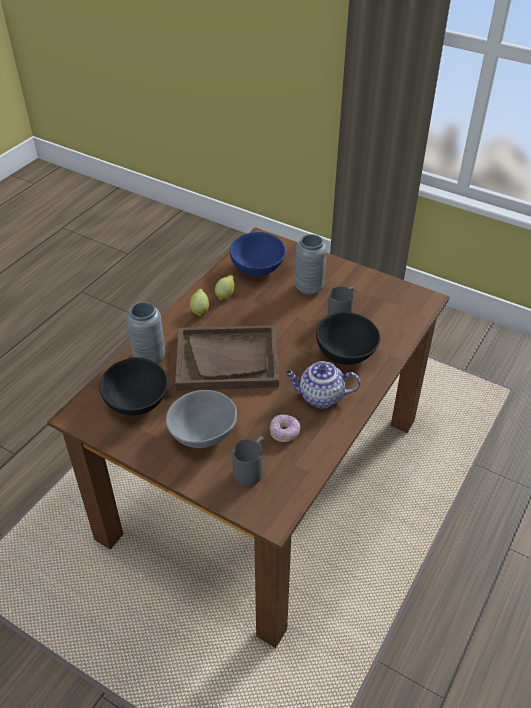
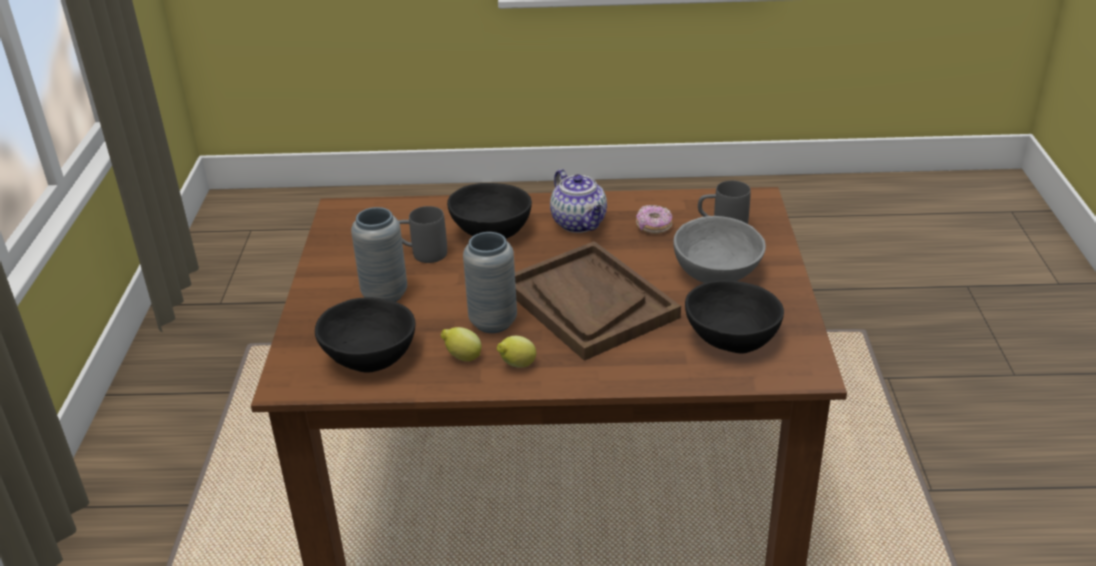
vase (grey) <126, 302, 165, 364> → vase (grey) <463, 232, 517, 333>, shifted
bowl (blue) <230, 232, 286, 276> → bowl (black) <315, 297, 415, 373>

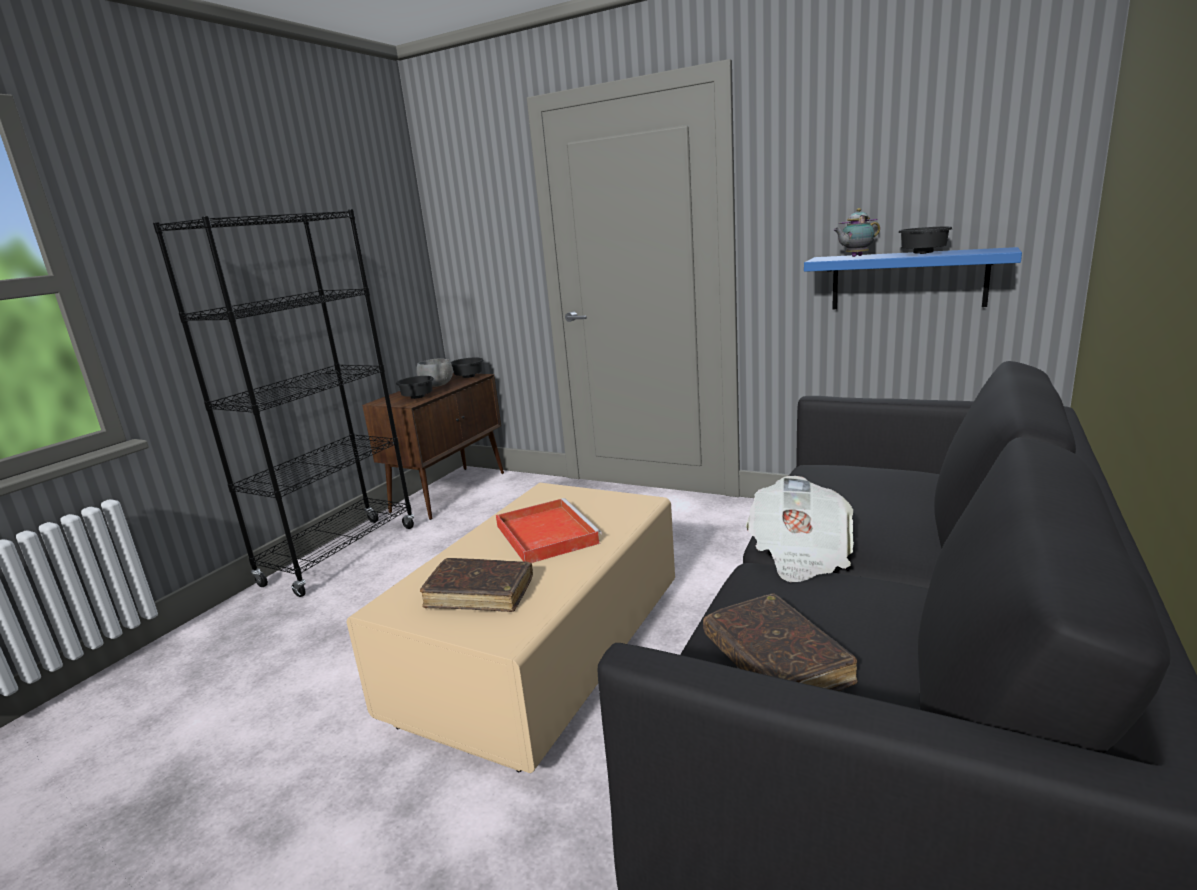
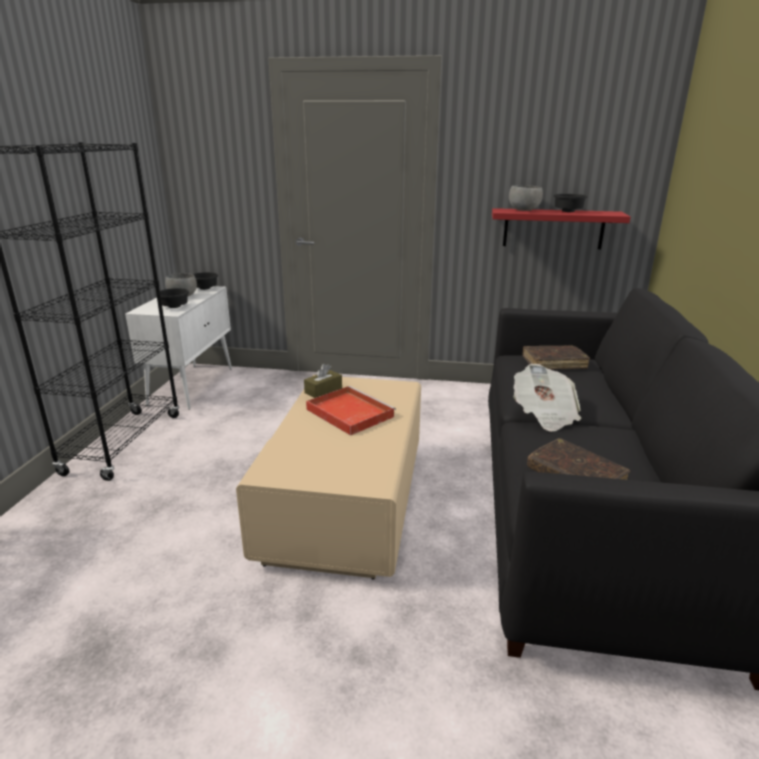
- → tissue box (brown) <304, 364, 342, 398>
book (brown) <420, 558, 533, 612> → book (brown) <523, 345, 590, 370>, shifted
teapot <833, 208, 880, 257> → bowl (grey) <509, 185, 543, 211>
cabinet (brown) <362, 373, 504, 520> → cabinet (white) <125, 286, 232, 410>
shelf (blue) <804, 247, 1022, 309> → shelf (red) <492, 208, 631, 249>

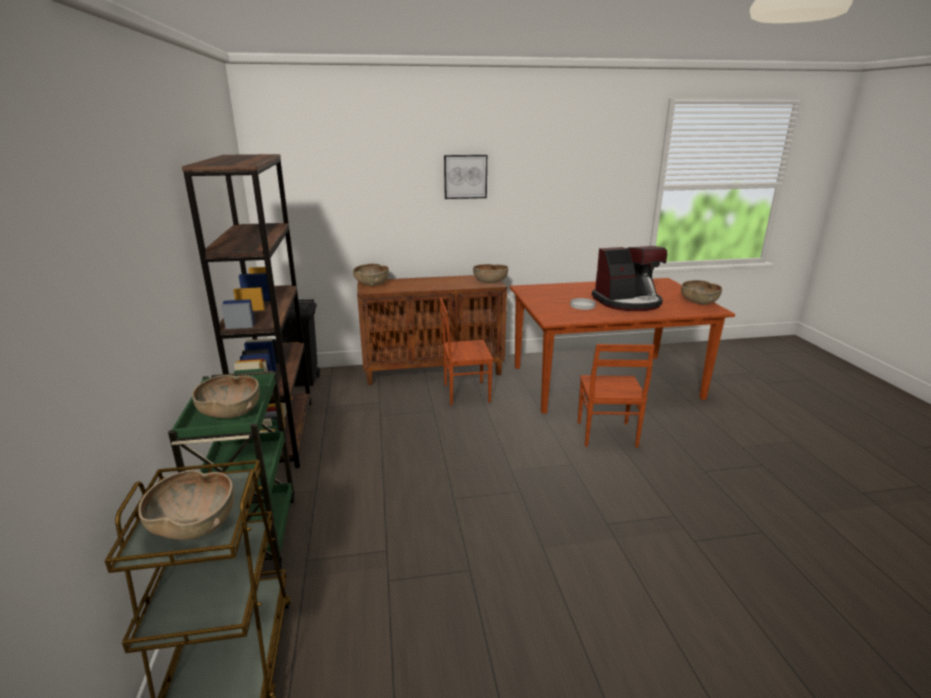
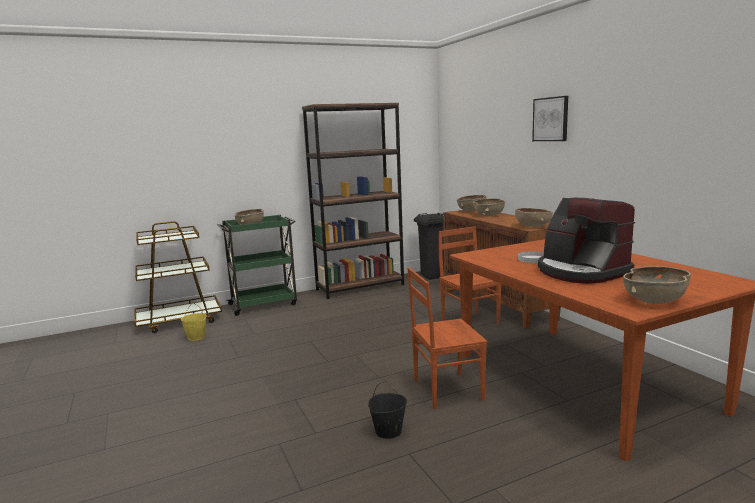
- → bucket (yellow) <181, 303, 206, 341>
- → bucket (black) <368, 381, 407, 439>
bowl (brown) <138, 470, 234, 540> → bowl (brown) <473, 198, 505, 217>, shifted

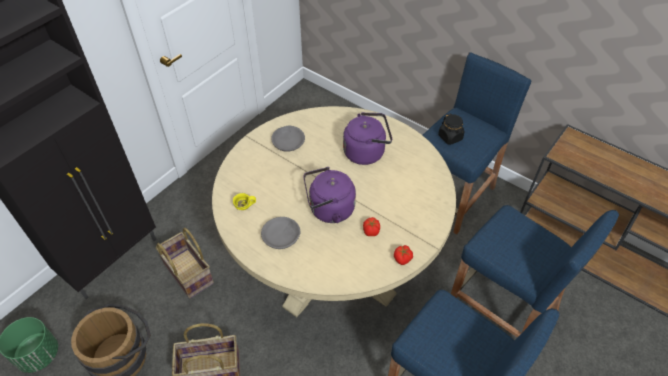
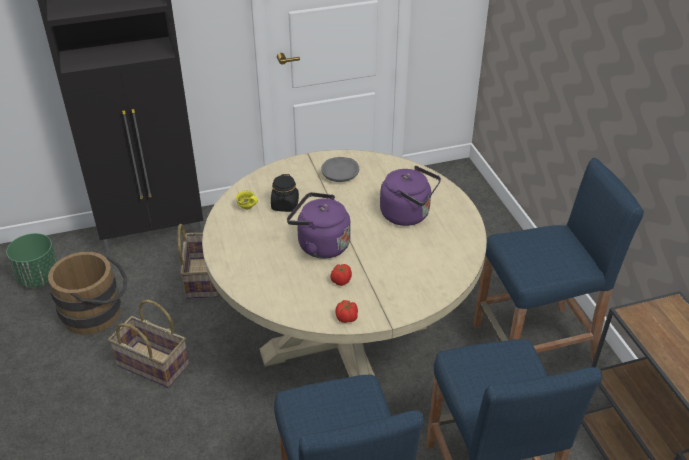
bowl (grey) <261, 217, 300, 249> → -
jar (black) <438, 114, 464, 145> → jar (black) <271, 174, 299, 212>, shifted

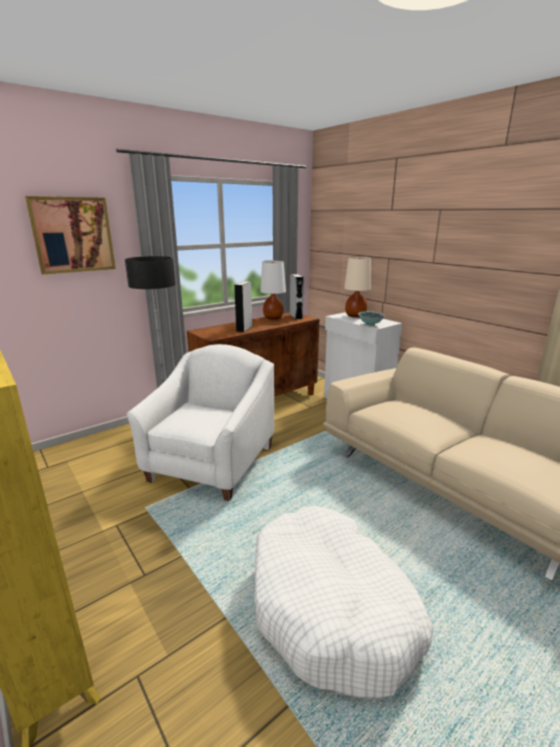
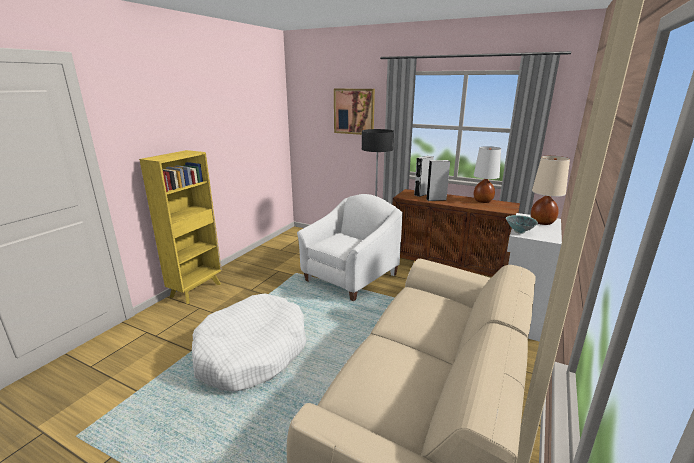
speaker (grey) <290, 274, 303, 319> → speaker (grey) <414, 156, 434, 197>, shifted
armchair (white) <126, 344, 274, 501> → armchair (white) <297, 194, 403, 301>, 45 degrees counterclockwise

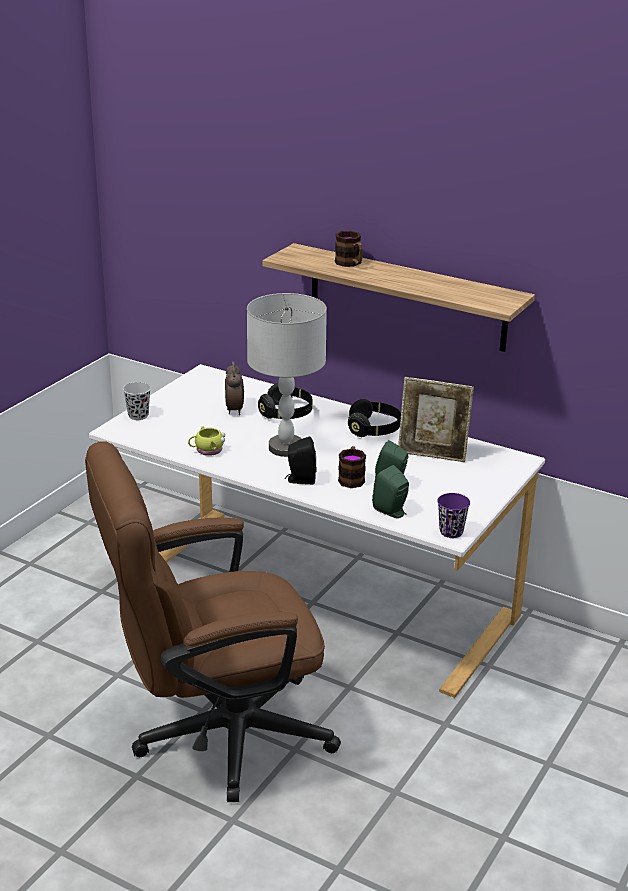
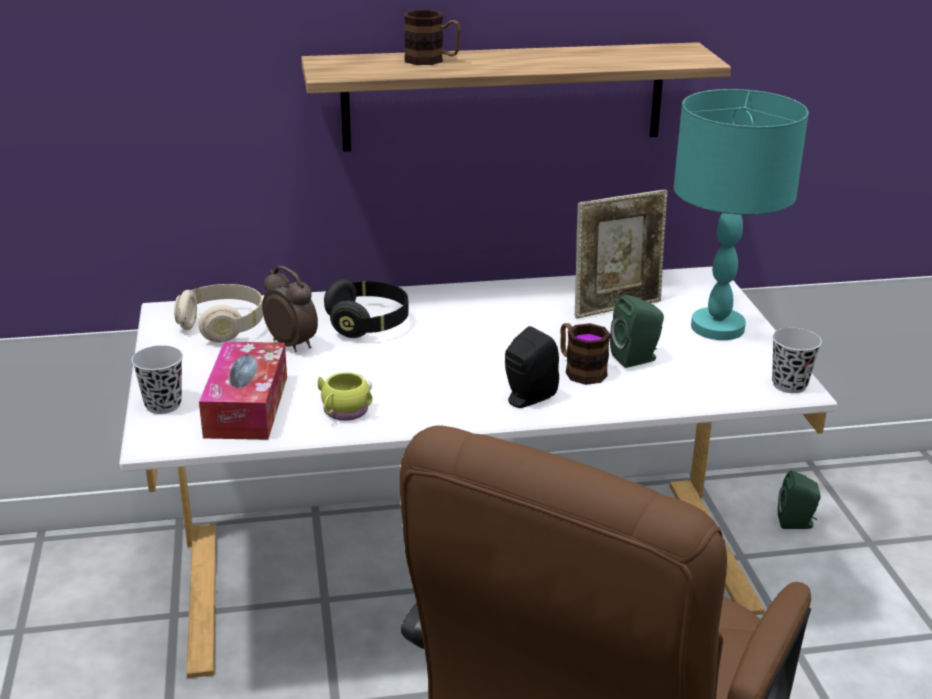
table lamp (grey) <247, 293, 327, 457> → -
headphones (black) <348, 399, 401, 437> → -
- → headphones (beige) <174, 284, 263, 343>
- → tissue box <199, 342, 287, 440>
- → table lamp (turquoise) <673, 89, 809, 340>
speaker (green) <372, 465, 409, 518> → speaker (green) <778, 470, 821, 529>, shifted
cup (purple) <437, 493, 470, 538> → cup (black) <772, 327, 822, 393>

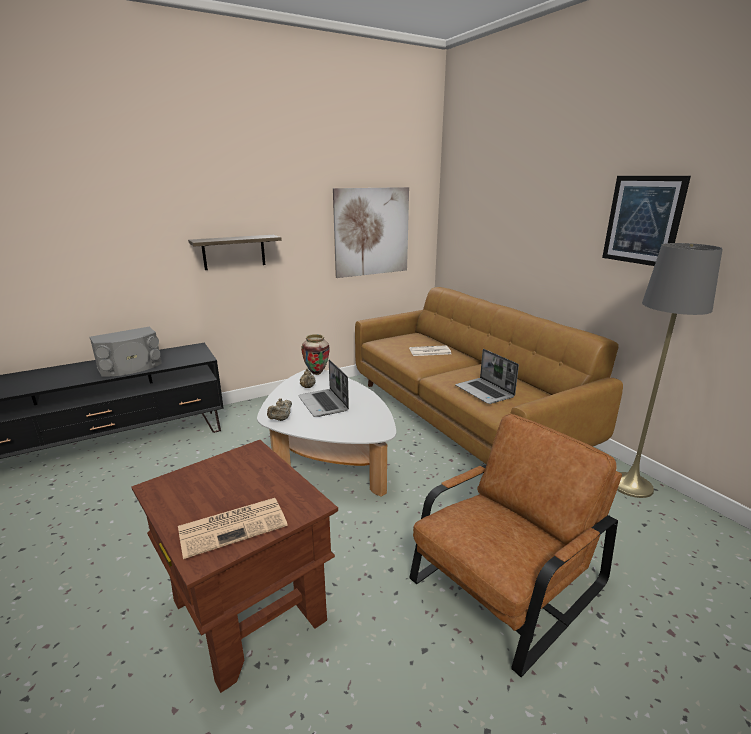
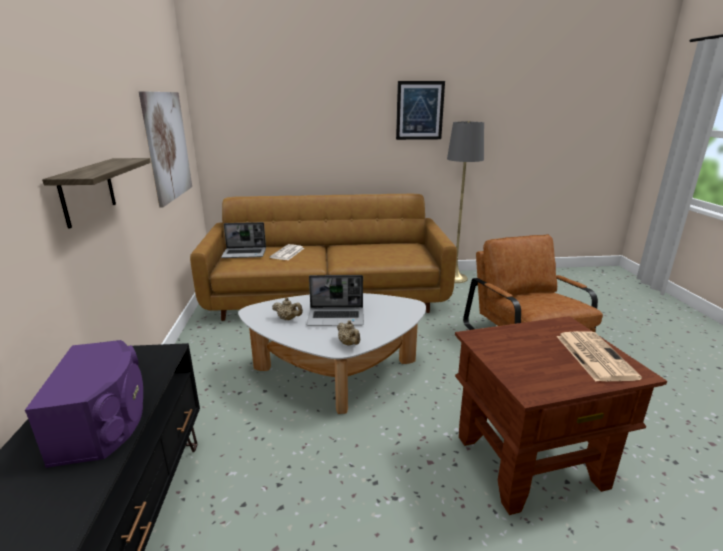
vase <301, 334, 330, 375> → -
laptop <455, 349, 519, 404> → laptop <221, 222, 266, 258>, shifted
speaker (grey) <89, 326, 162, 377> → speaker (purple) <25, 340, 143, 468>

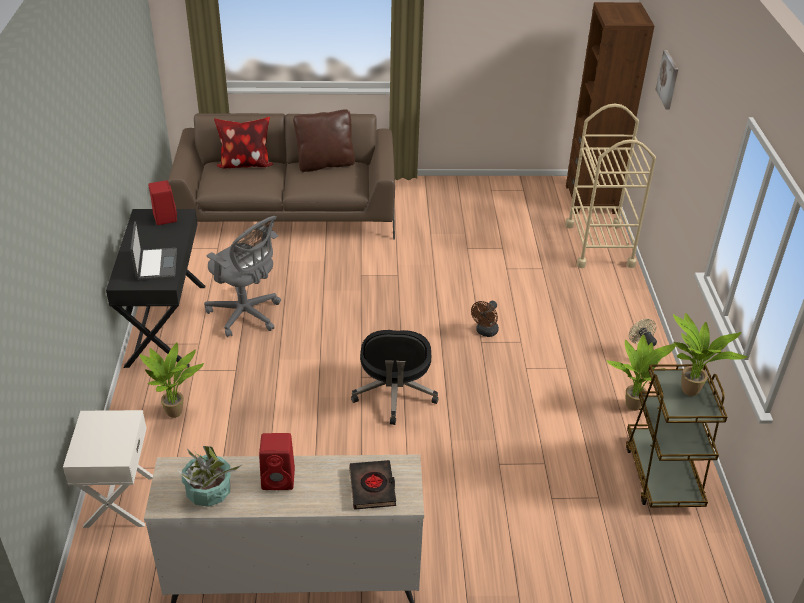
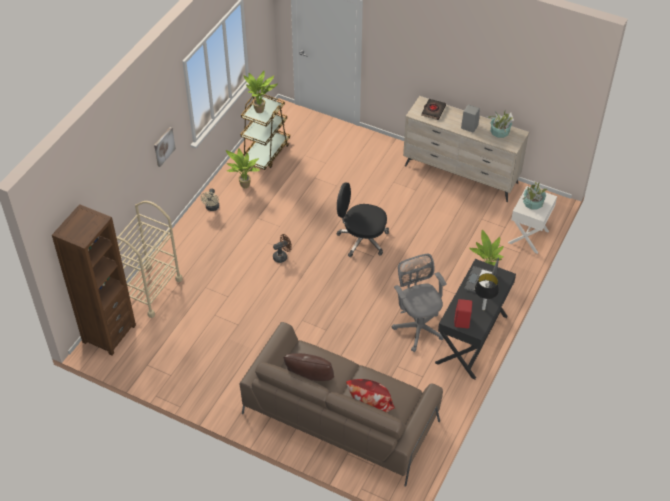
- → table lamp <475, 273, 499, 310>
- → potted plant <522, 180, 548, 210>
picture <655, 50, 679, 110> → picture <154, 127, 176, 167>, shifted
speaker (red) <259, 433, 295, 490> → speaker (grey) <461, 105, 480, 132>
office chair (black) <351, 330, 439, 425> → office chair (black) <336, 182, 389, 257>, 105 degrees counterclockwise

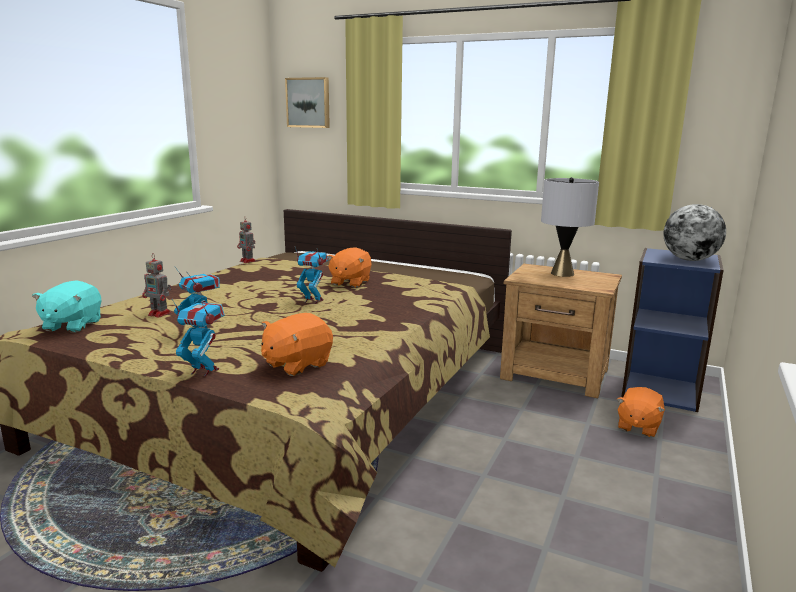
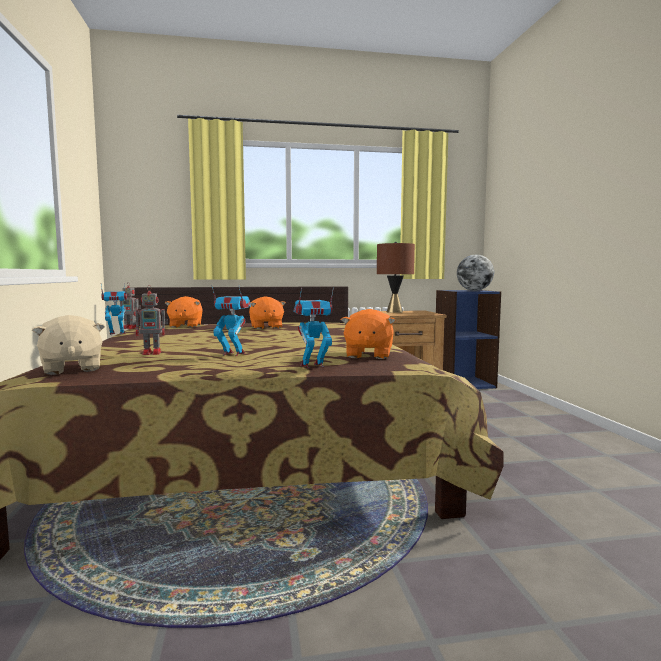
picture <285, 77, 330, 128> → -
toy robot <295, 247, 328, 304> → toy robot <101, 283, 127, 335>, shifted
plush toy (orange) <617, 387, 665, 437> → plush toy (orange) <165, 296, 203, 328>, shifted
plush toy (turquoise) <32, 280, 101, 333> → plush toy (beige) <32, 315, 105, 375>
table lamp (grey) <541, 177, 599, 277> → table lamp (brown) <377, 242, 415, 313>

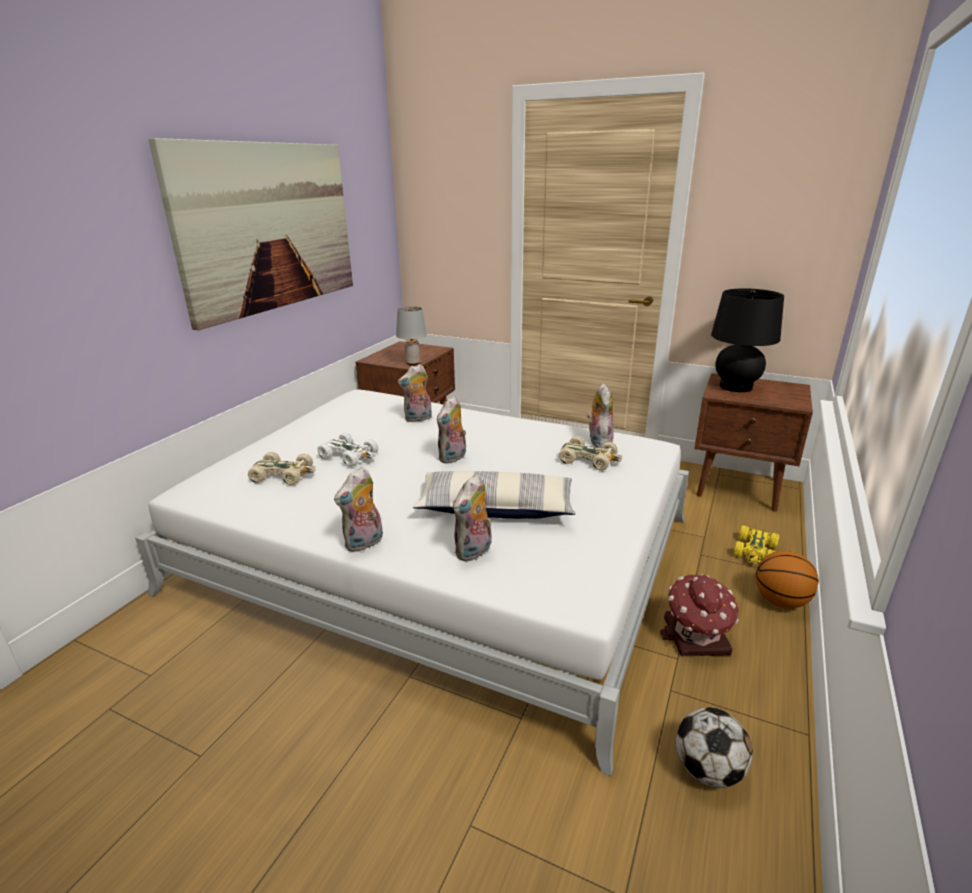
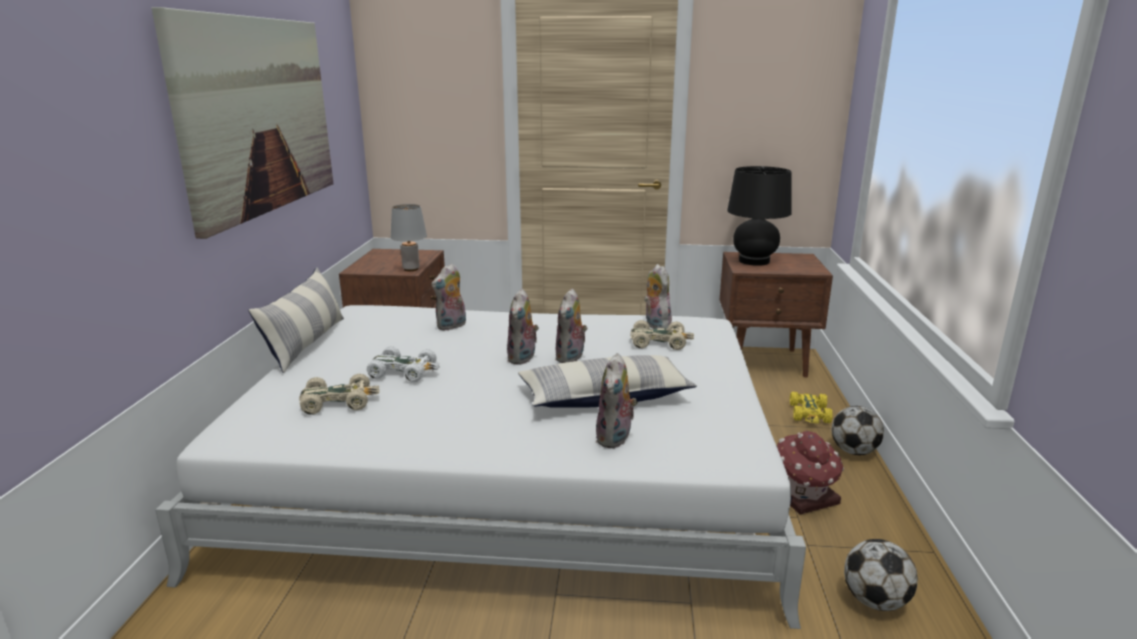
- → pillow <248, 267, 344, 373>
plush toy <334, 467, 383, 552> → plush toy <555, 289, 588, 363>, shifted
basketball <756, 551, 819, 608> → football <832, 406, 884, 455>

